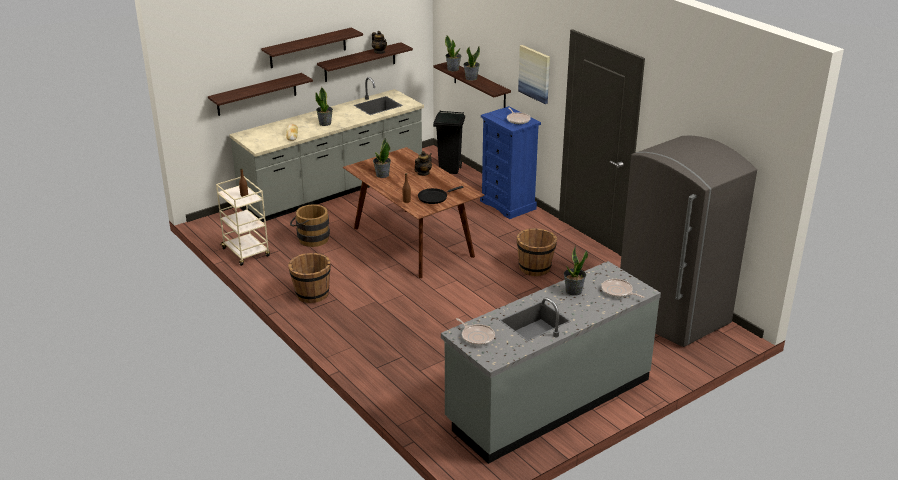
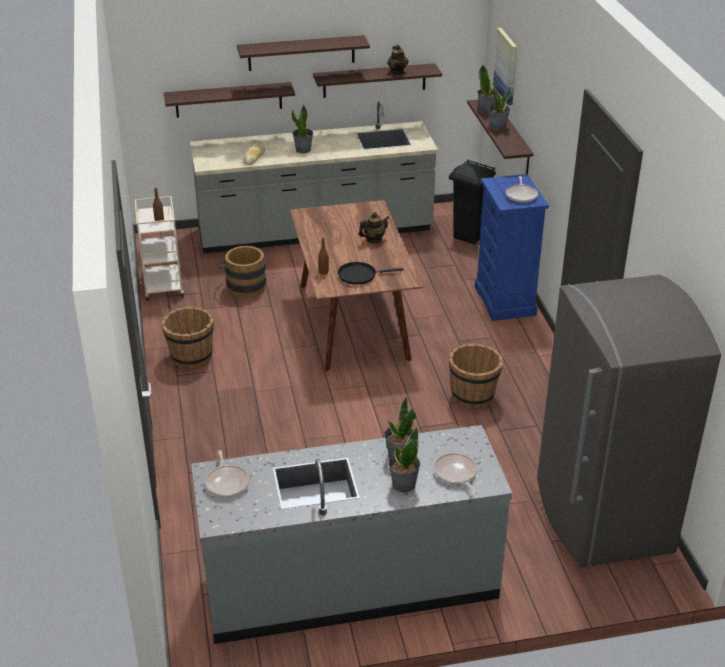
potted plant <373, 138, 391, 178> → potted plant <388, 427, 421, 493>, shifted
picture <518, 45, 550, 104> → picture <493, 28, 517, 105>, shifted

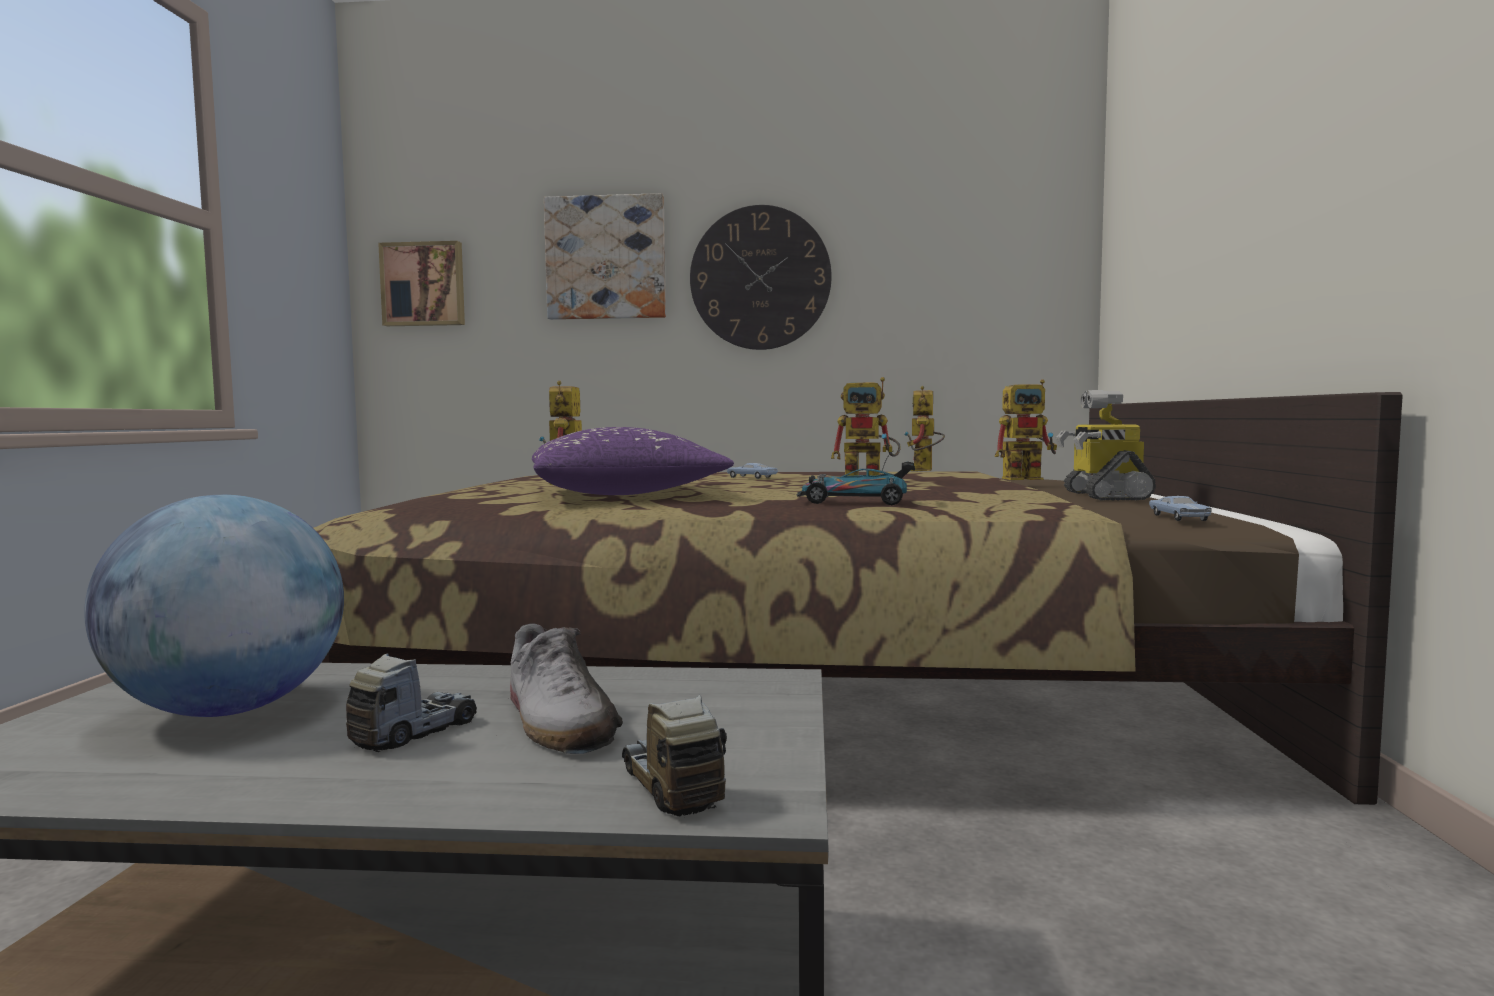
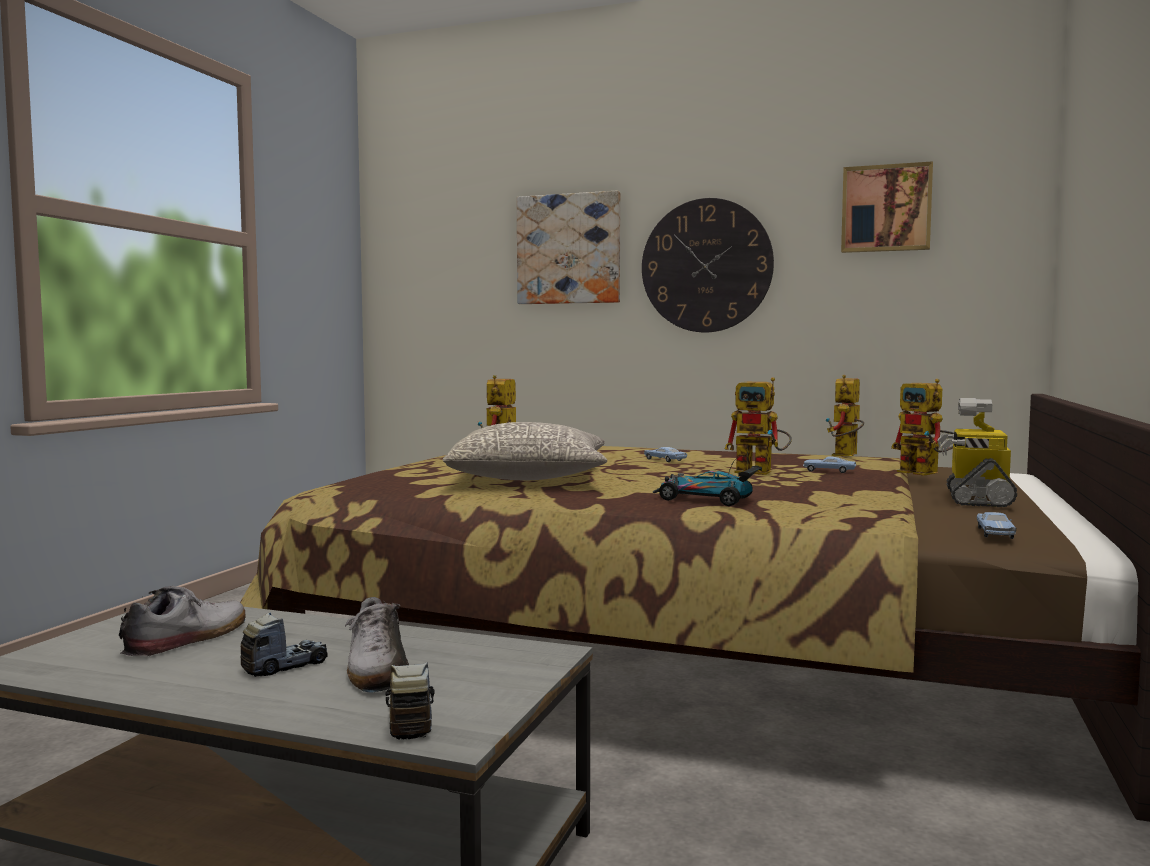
- → toy car (blue) <803, 457, 856, 473>
picture <378, 241, 465, 326> → picture <841, 161, 933, 253>, shifted
globe <84, 495, 344, 717> → shoe <119, 586, 246, 657>
pillow (purple) <532, 427, 734, 495> → pillow (grey) <443, 422, 607, 480>
toy robot <995, 379, 1057, 480> → toy robot <891, 379, 954, 476>, 45 degrees clockwise

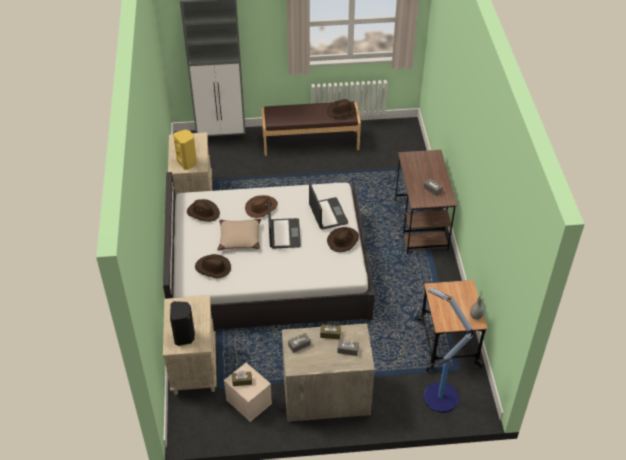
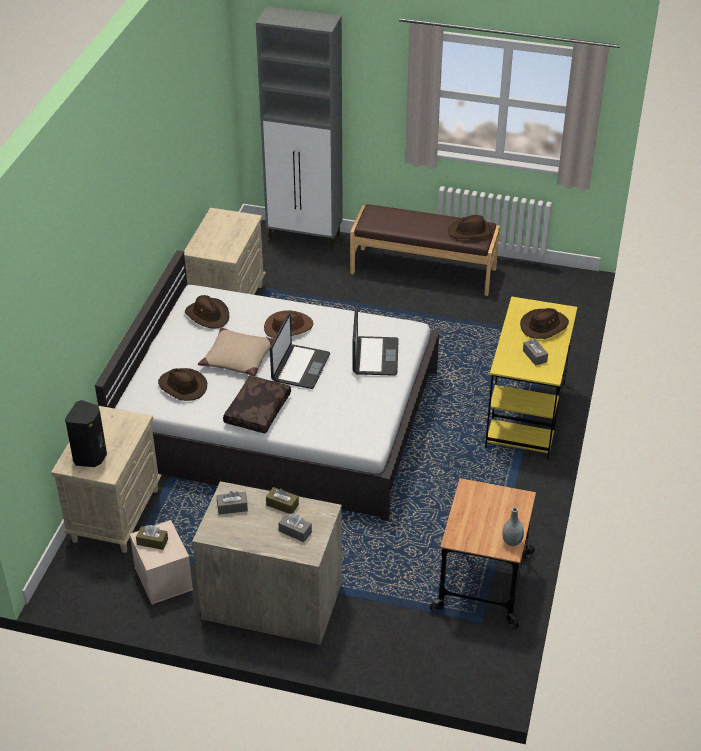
speaker (yellow) <173, 130, 197, 170> → -
floor lamp <424, 287, 473, 413> → -
- → pillow (brown) <223, 376, 291, 434>
hat (brown) <327, 227, 359, 252> → hat (brown) <520, 308, 569, 339>, shifted
desk (brown) <395, 150, 457, 254> → desk (yellow) <485, 296, 577, 460>

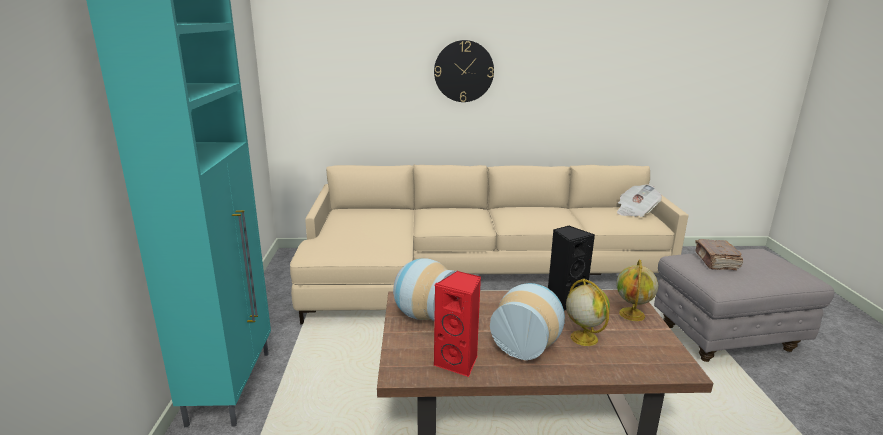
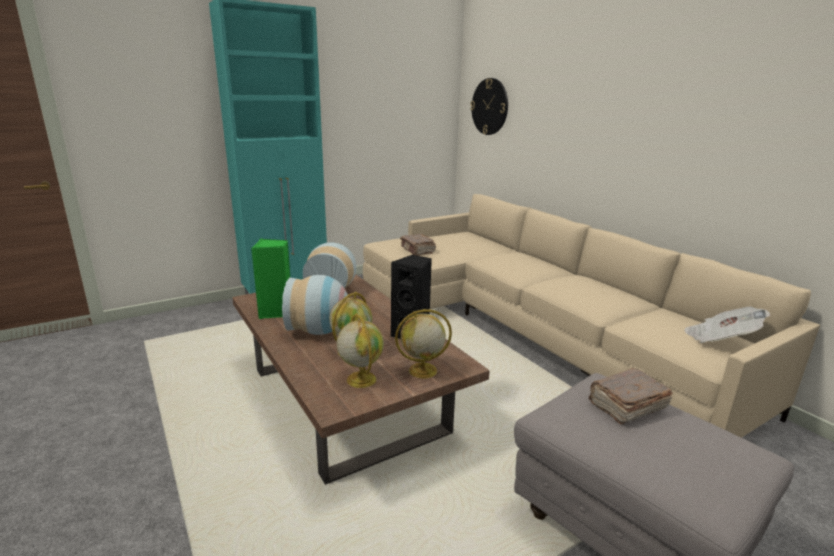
- → globe <337, 313, 384, 388>
- → book (brown) <400, 234, 436, 256>
wall clock <434, 40, 494, 102> → wall clock <470, 78, 508, 135>, shifted
speaker (red) <434, 271, 481, 378> → speaker (green) <251, 239, 290, 319>

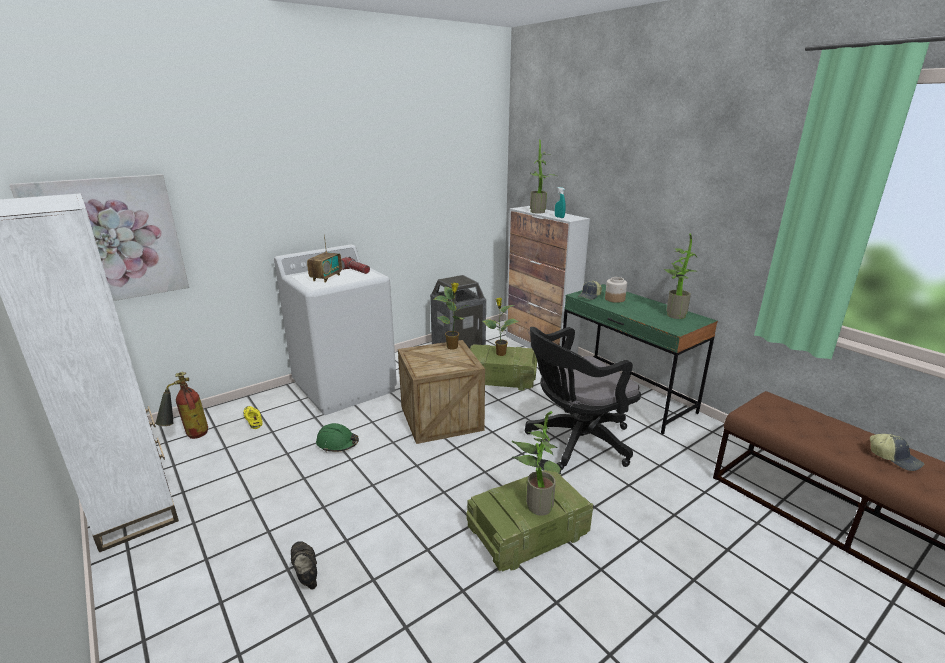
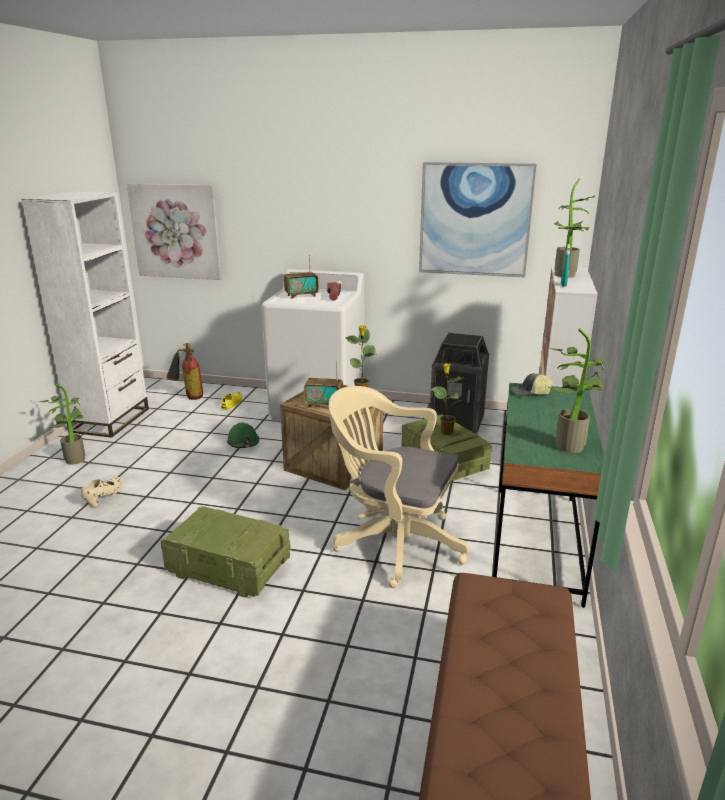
jar <605, 277, 627, 303> → -
cap <870, 434, 924, 471> → -
- → radio <304, 361, 343, 408>
- → picture <419, 162, 537, 277>
potted plant <512, 411, 561, 516> → potted plant <39, 384, 85, 465>, shifted
shoe (black) <291, 541, 317, 590> → shoe (beige) <81, 477, 123, 507>
office chair (black) <525, 327, 641, 470> → office chair (beige) <329, 386, 469, 588>

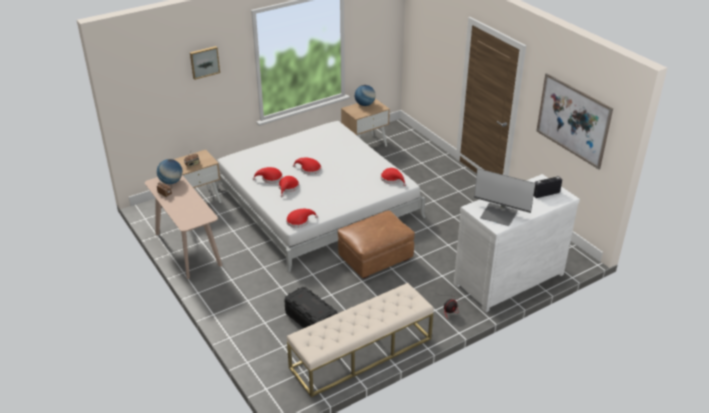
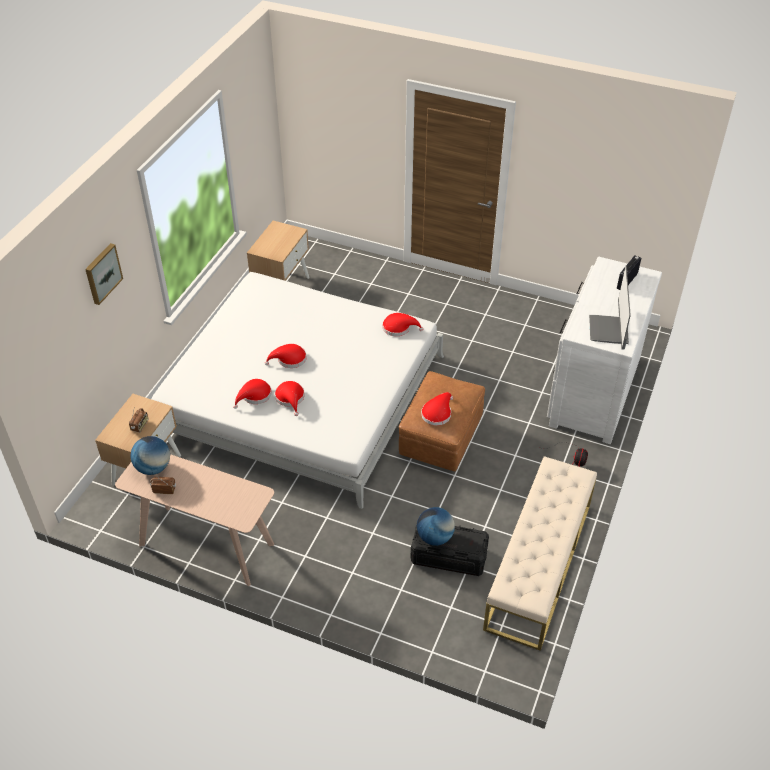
picture <537, 73, 613, 169> → -
hat (red) <286, 209, 318, 228> → hat (red) <421, 392, 453, 426>, shifted
globe <355, 85, 375, 106> → globe <417, 507, 455, 546>, shifted
monitor <474, 168, 536, 226> → monitor <589, 266, 631, 350>, 105 degrees clockwise

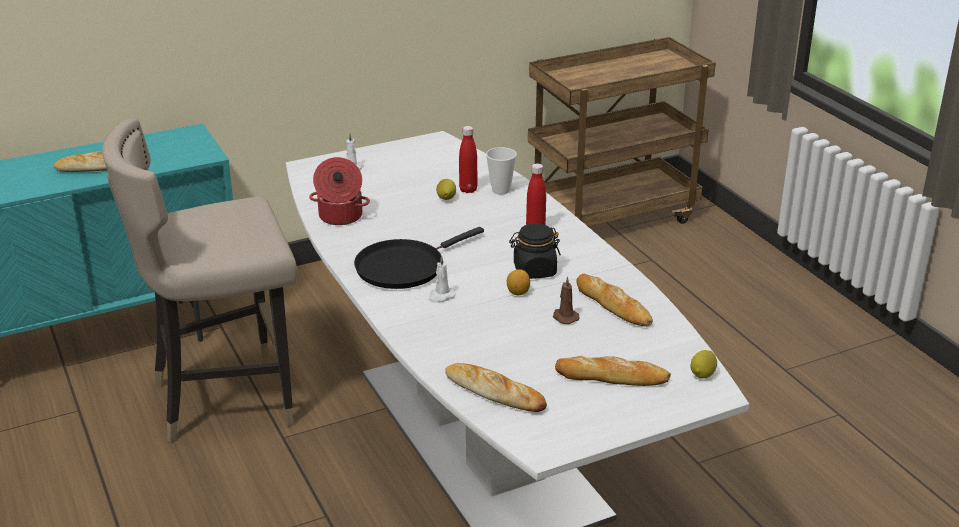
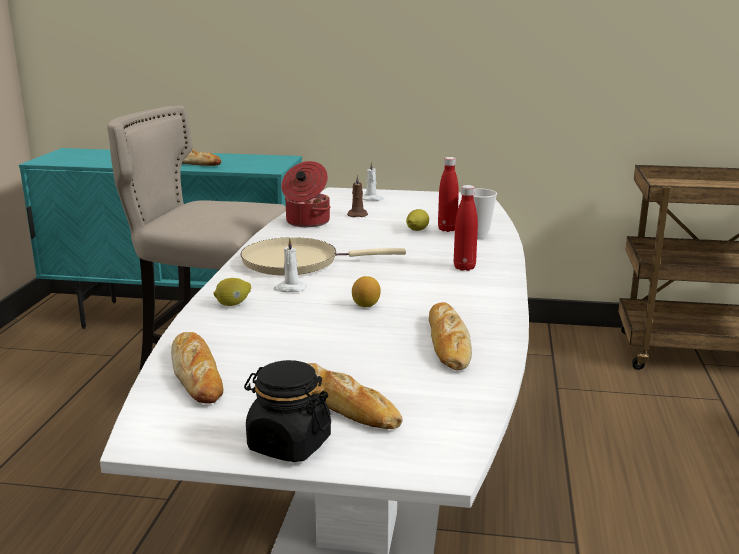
jar (black) <509, 223, 561, 279> → jar (black) <244, 360, 331, 462>, shifted
candle (brown) <553, 276, 580, 324> → candle (brown) <347, 175, 368, 217>, shifted
lemon <690, 350, 717, 378> → lemon <213, 278, 251, 306>, shifted
frying pan (black) <354, 227, 484, 289> → frying pan (beige) <240, 237, 406, 276>

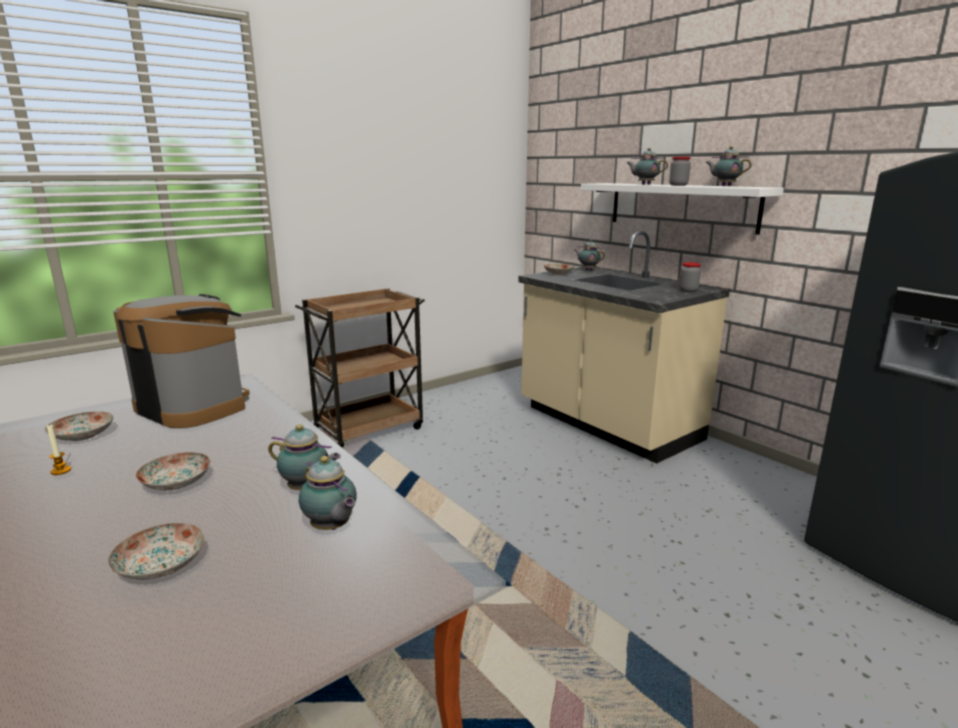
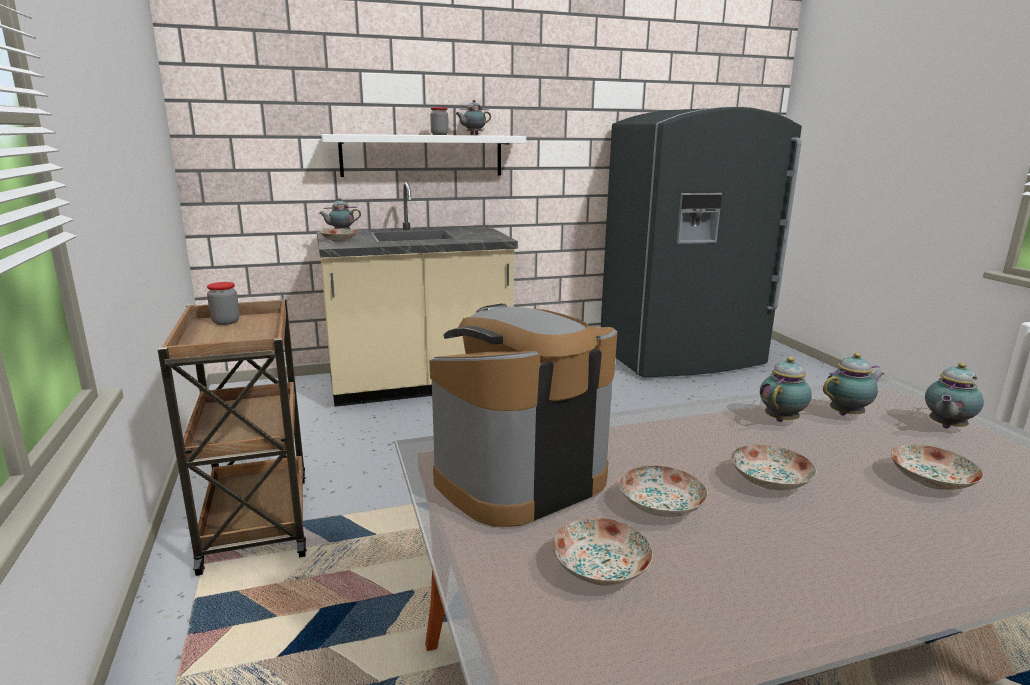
candle <47, 424, 71, 475> → -
- → plate <619, 466, 708, 517>
teapot <627, 148, 668, 185> → teapot <925, 363, 984, 429>, shifted
jar <679, 262, 701, 292> → jar <207, 282, 240, 325>, shifted

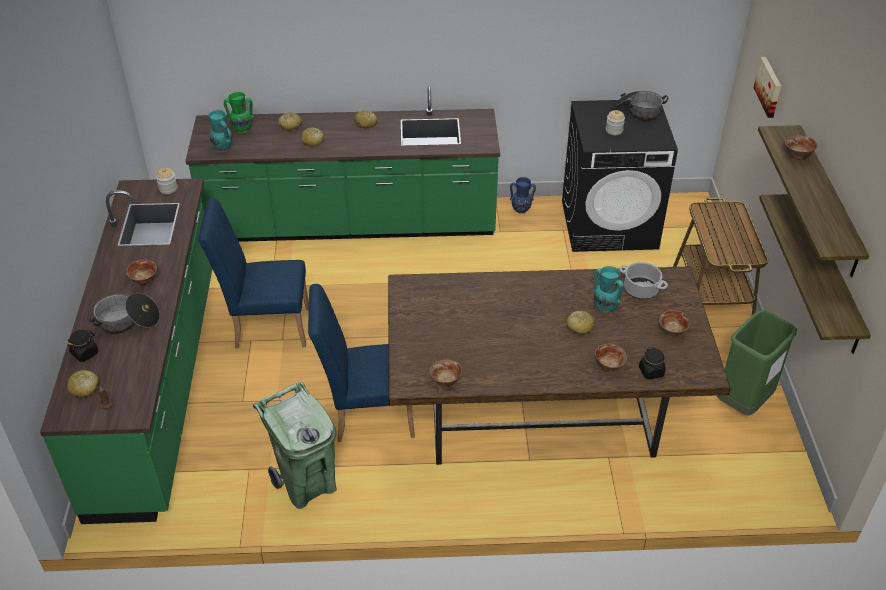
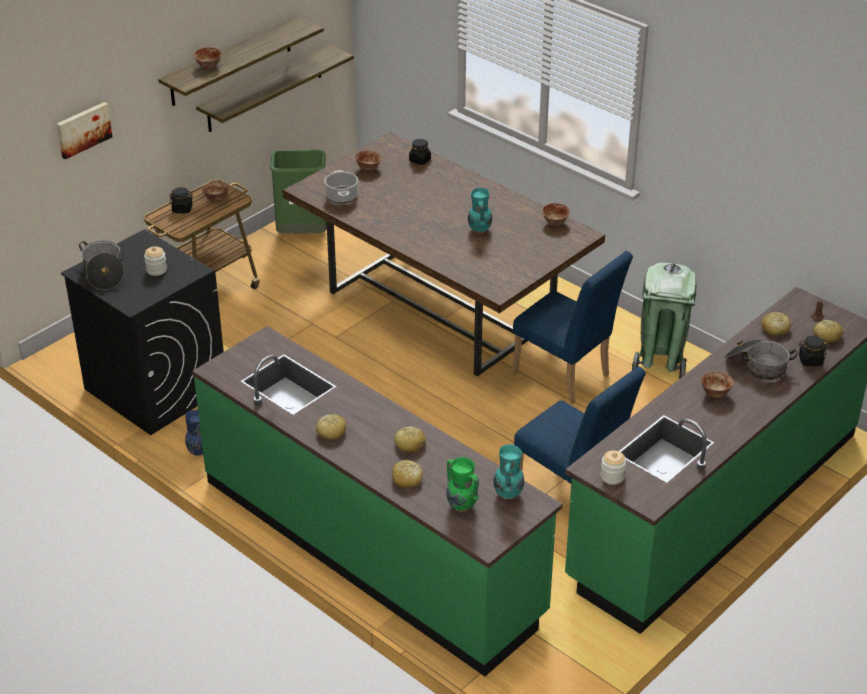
- → jar (black) <170, 187, 193, 213>
bread <567, 311, 594, 335> → bread <762, 312, 791, 335>, shifted
vase (turquoise) <593, 266, 624, 313> → vase (turquoise) <468, 188, 492, 234>, shifted
bowl <595, 344, 627, 371> → bowl <202, 181, 229, 202>, shifted

